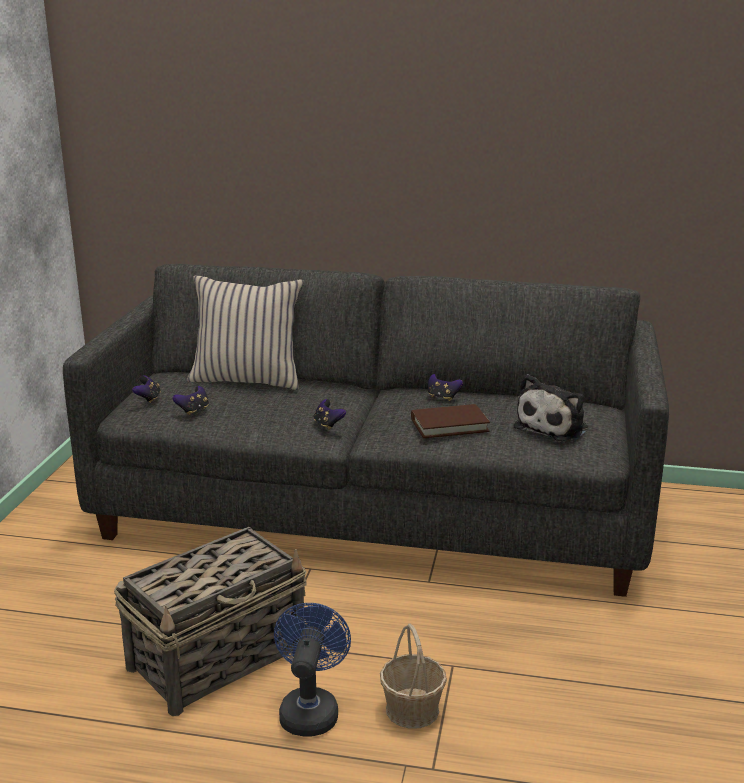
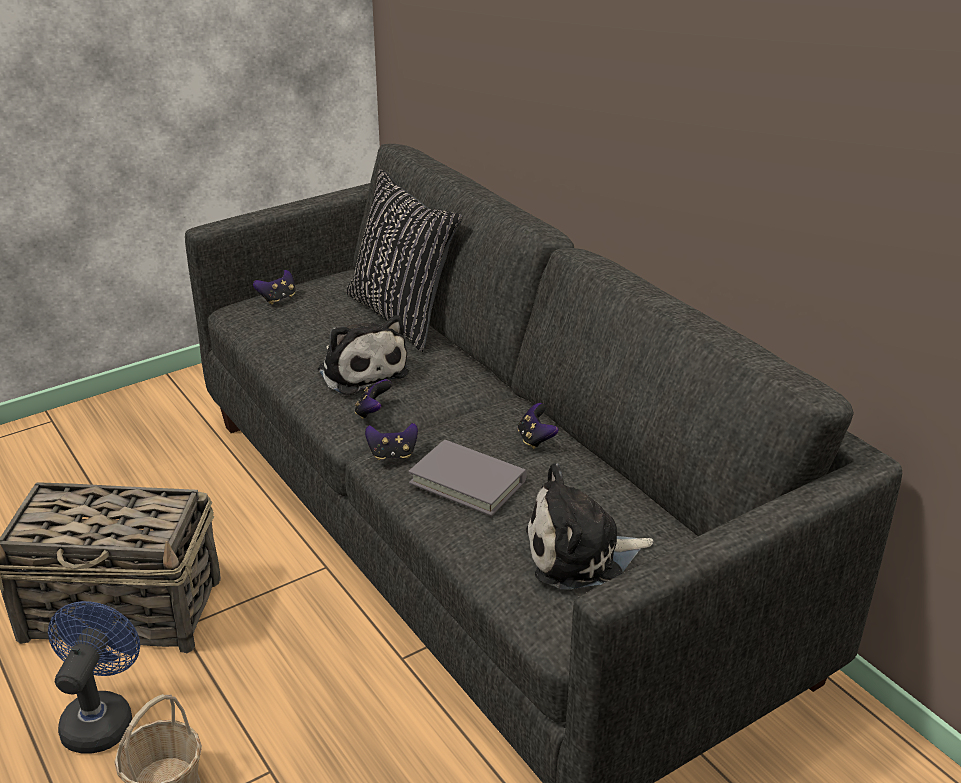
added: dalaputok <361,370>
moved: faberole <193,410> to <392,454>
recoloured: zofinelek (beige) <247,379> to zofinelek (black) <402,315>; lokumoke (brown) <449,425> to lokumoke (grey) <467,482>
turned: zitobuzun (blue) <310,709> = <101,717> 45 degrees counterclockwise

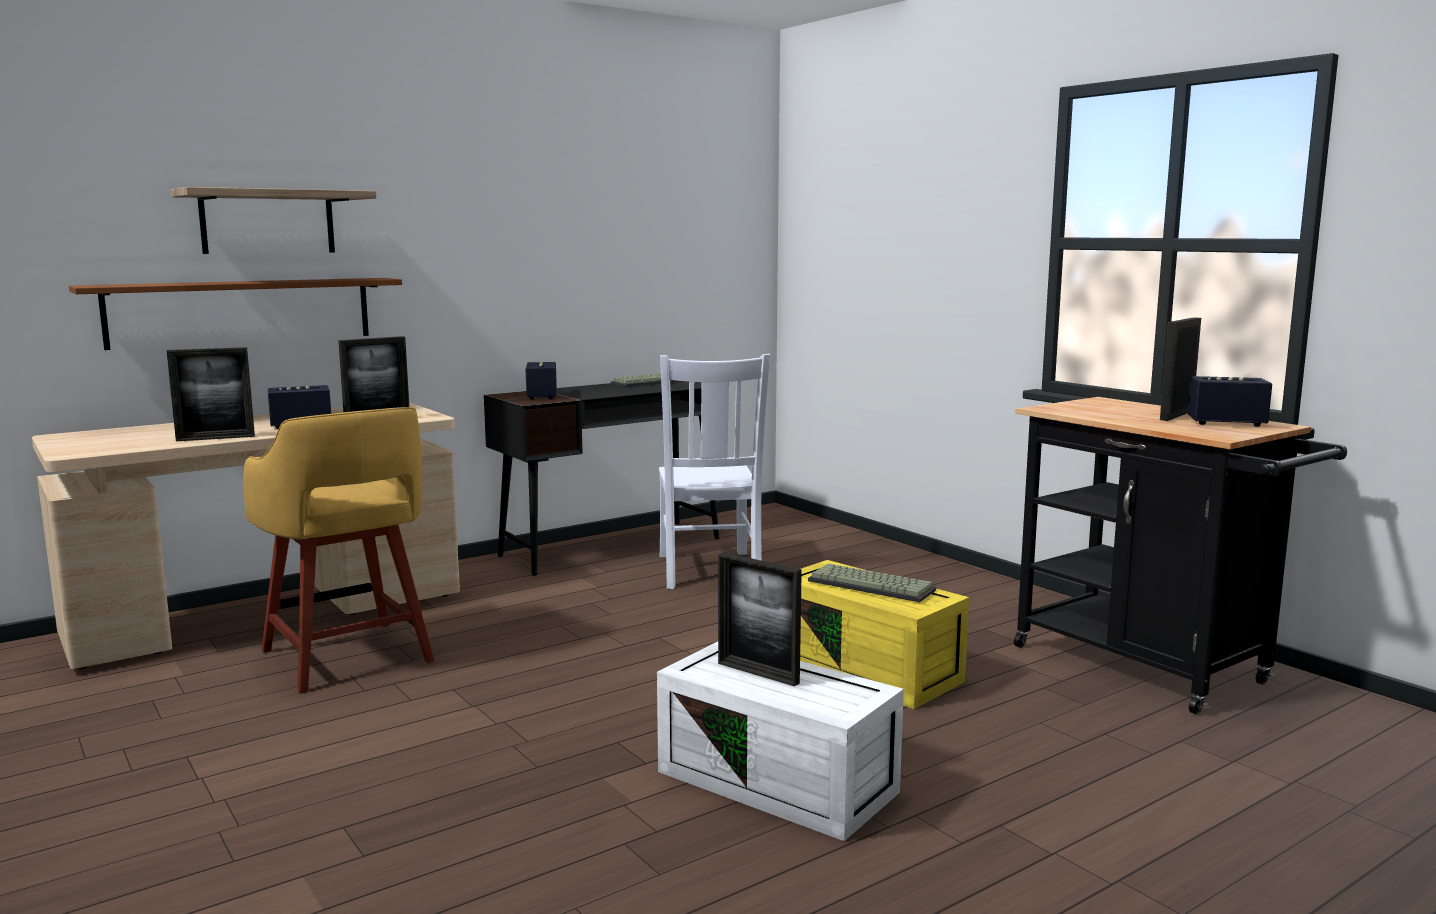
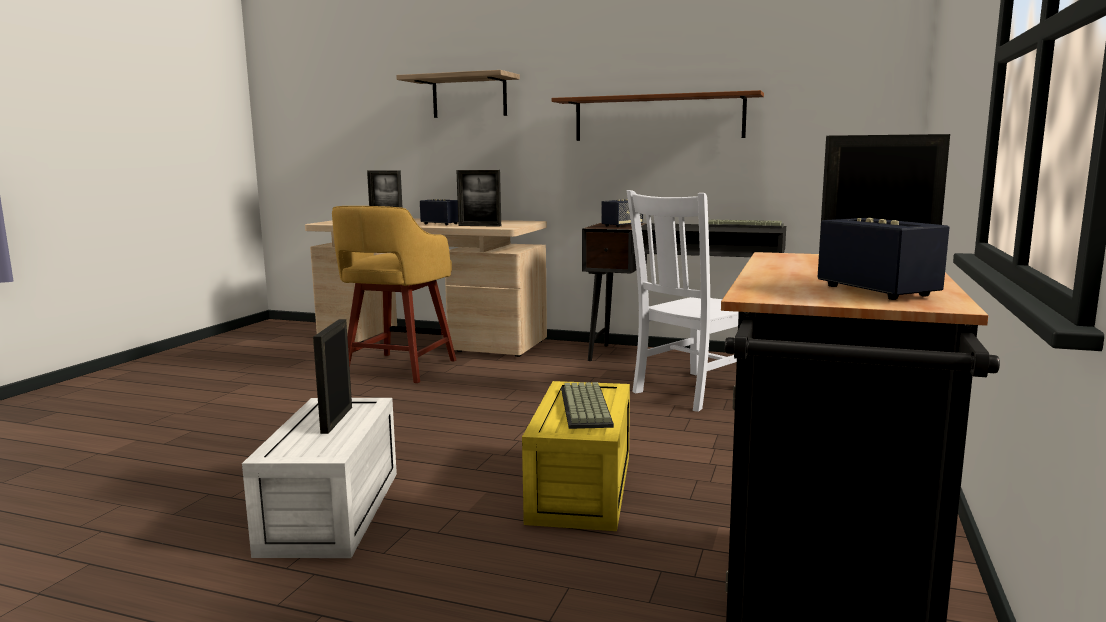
moved: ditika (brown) <242,312> to <658,118>

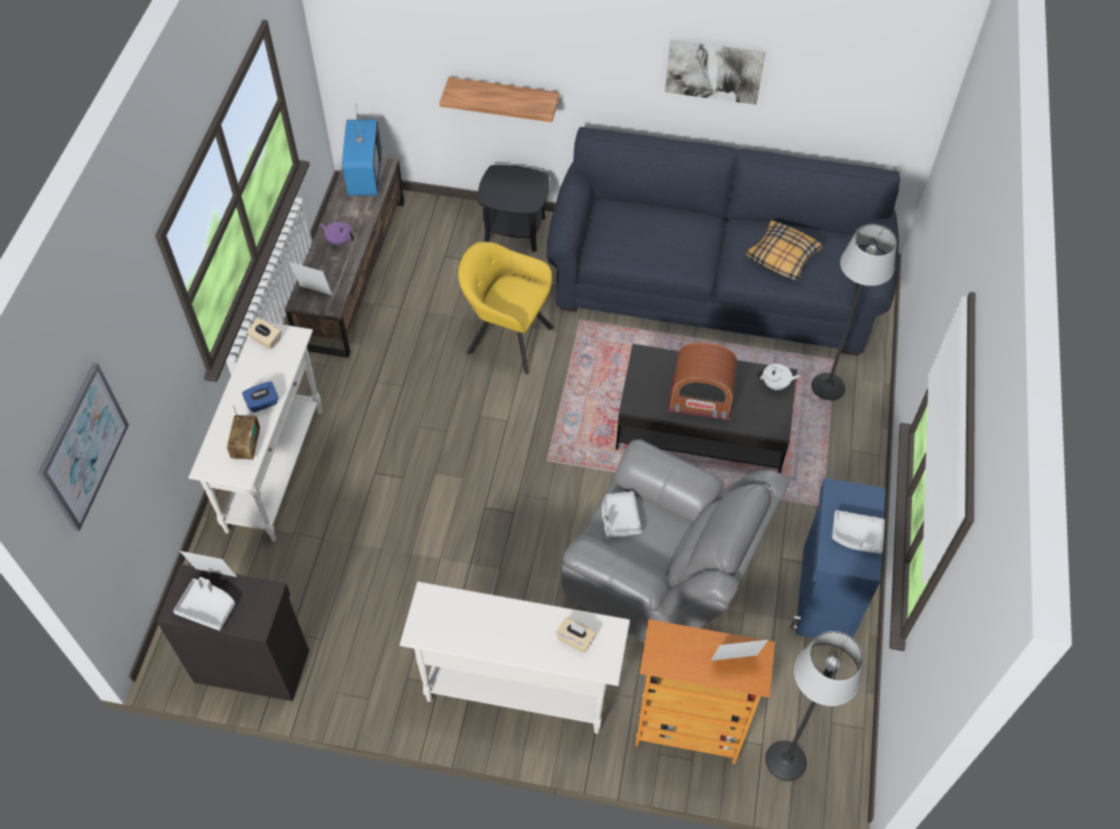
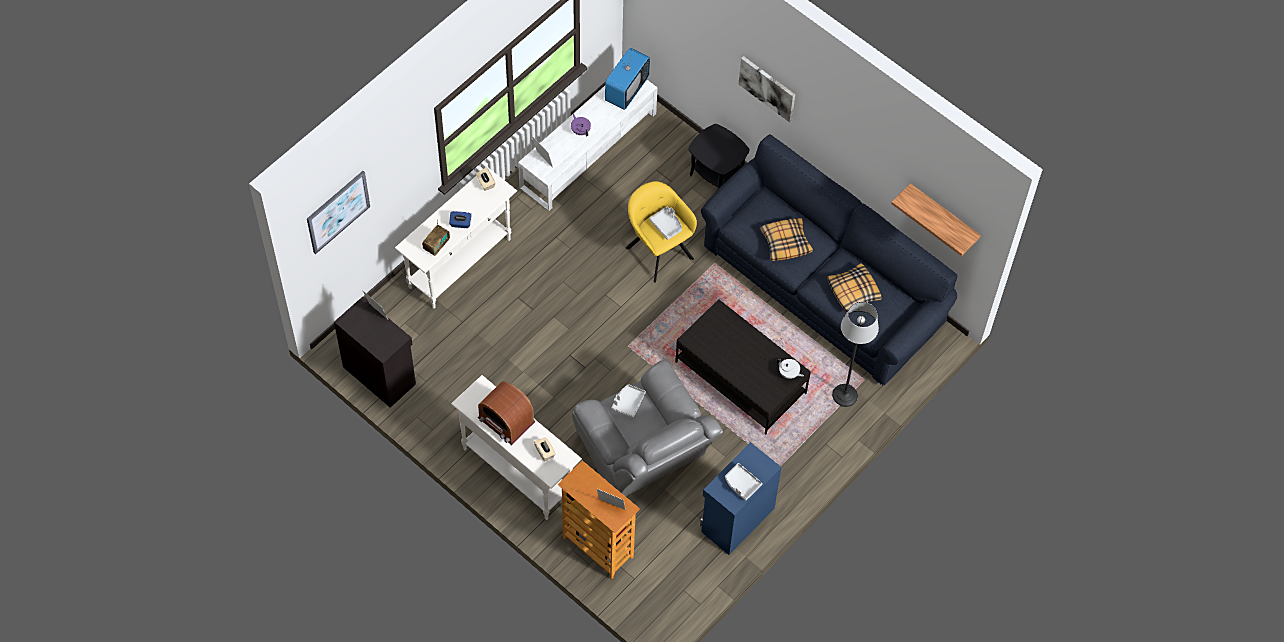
removed: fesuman <786,761>
added: zofinelek <785,242>
moved: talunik <701,397> to <506,420>; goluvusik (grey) <207,607> to <667,225>; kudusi <714,70> to <767,88>; ditika <504,97> to <943,216>
recoloured: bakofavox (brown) <353,271> to bakofavox (white) <589,150>

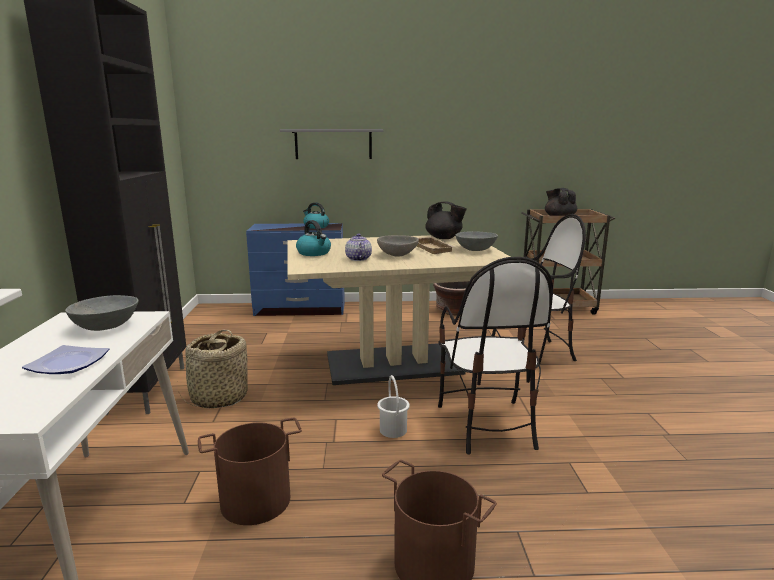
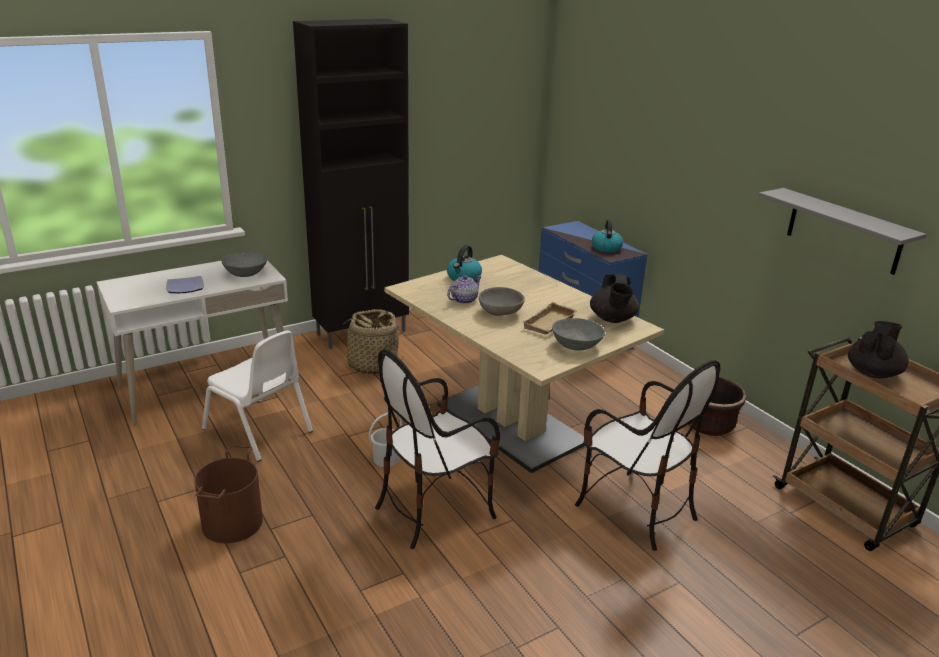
moved: ditika (grey) <333,144> to <843,231>
replaced: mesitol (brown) <256,501> to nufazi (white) <258,430>

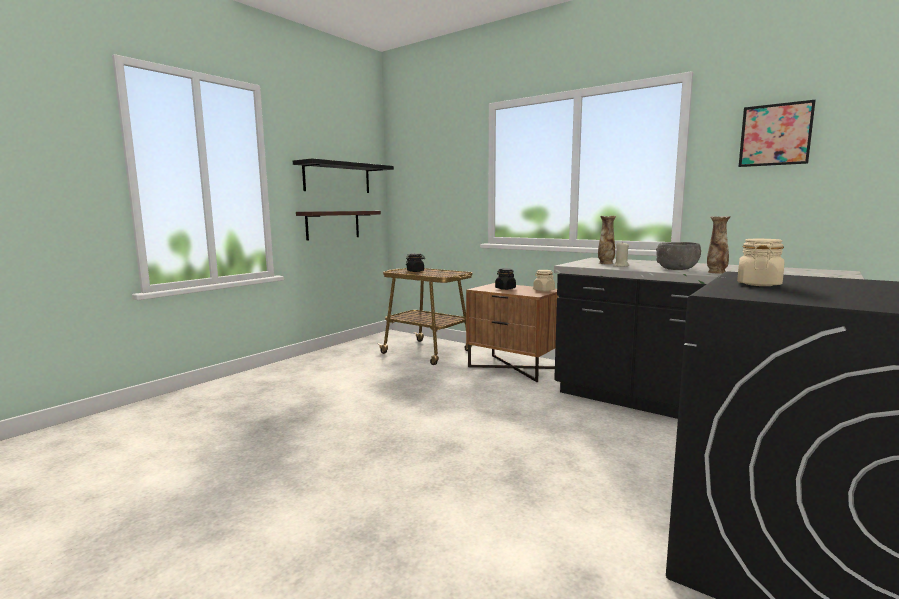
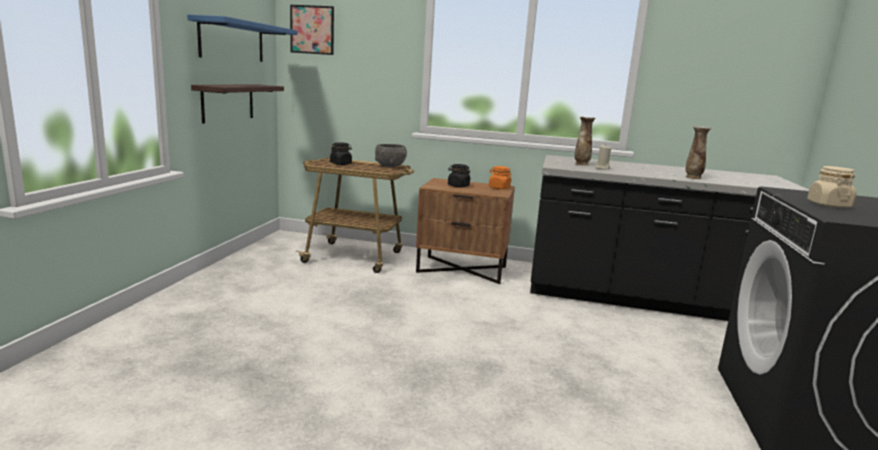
moved: kudusi <775,135> to <312,30>; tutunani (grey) <677,269> to <390,166>
recoloured: ditika (black) <337,178> to ditika (blue) <232,41>; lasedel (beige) <543,290> to lasedel (orange) <499,188>

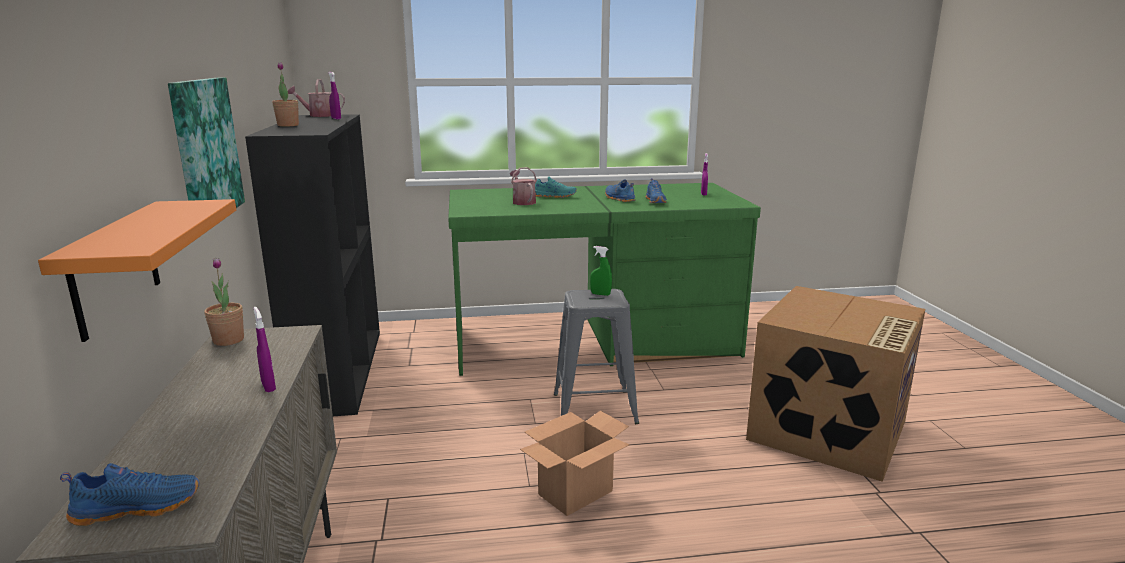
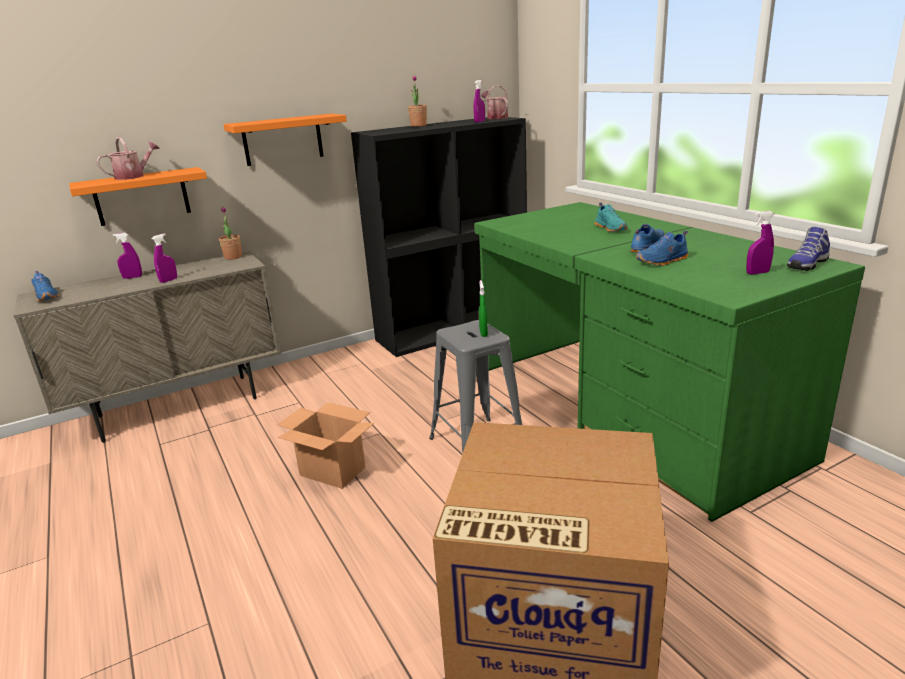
added: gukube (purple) <132,277>; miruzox <806,264>
moved: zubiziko <523,201> to <133,176>
replaced: kudusi <205,150> to ditika (orange) <282,140>

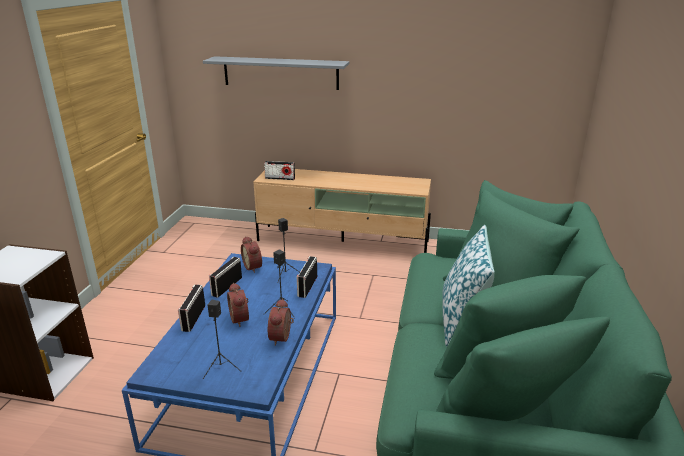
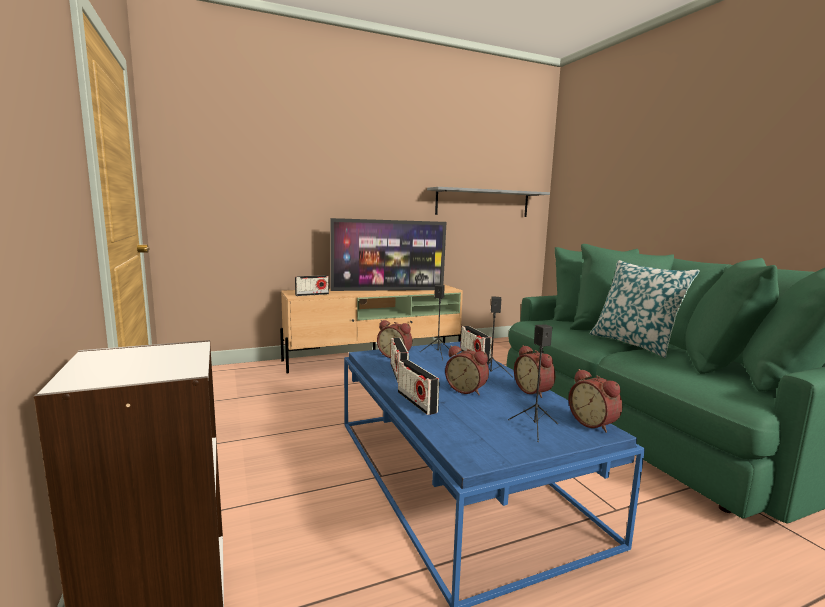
added: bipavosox <388,290>; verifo <594,423>
moved: ditika (grey) <280,73> to <483,203>

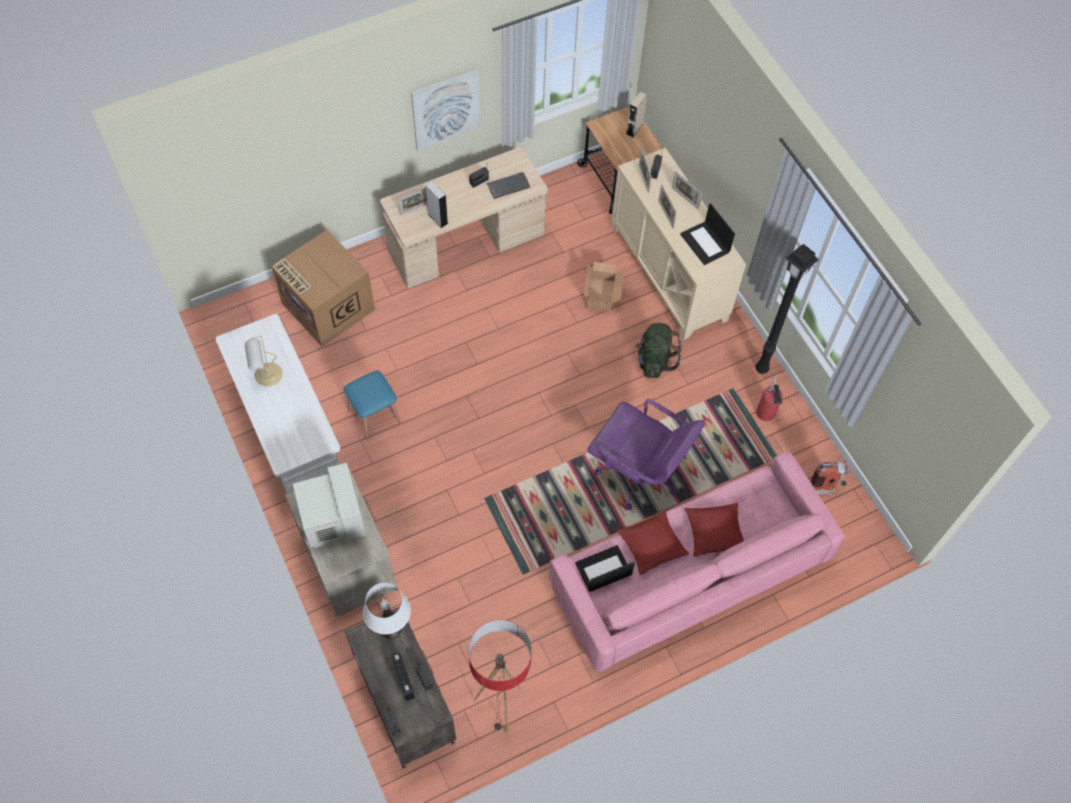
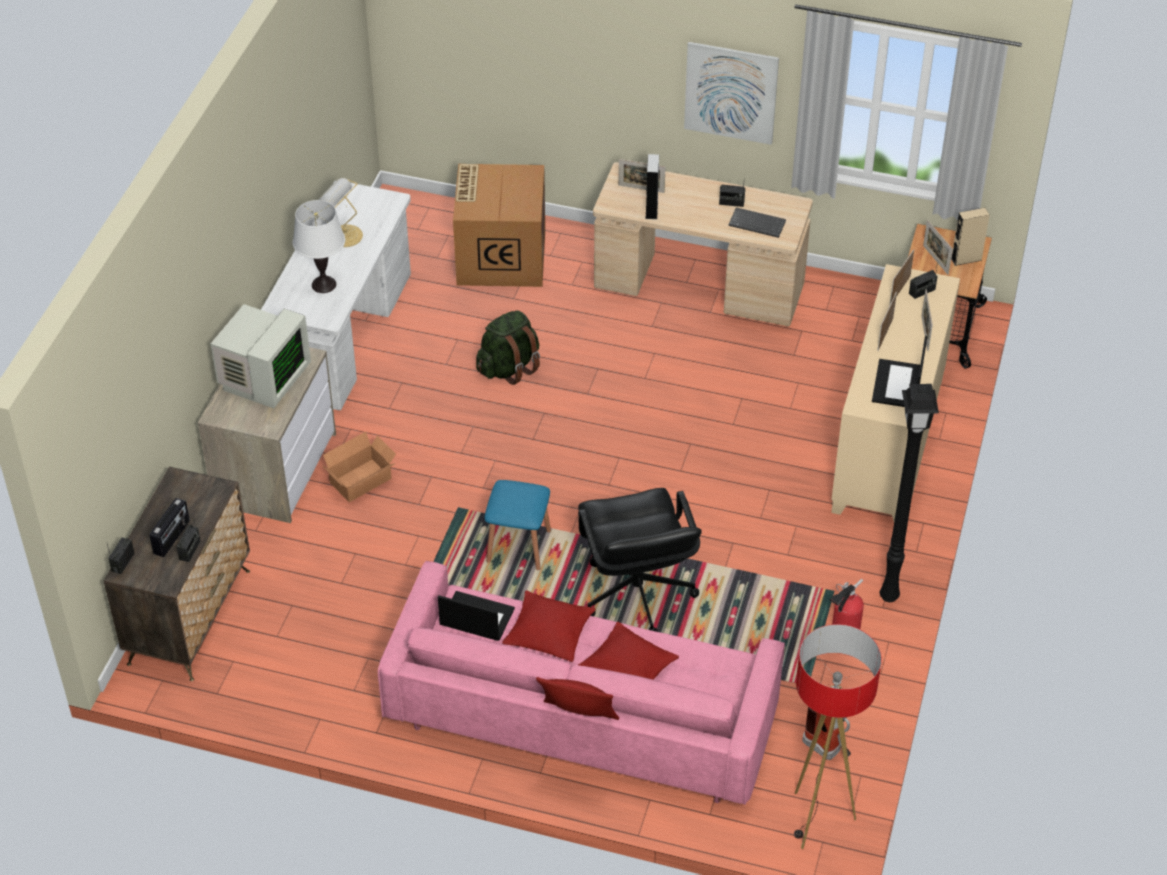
added: zofinelek (red) <578,718>; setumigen <935,260>
moved: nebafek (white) <391,628> to <323,285>; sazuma <602,294> to <363,481>; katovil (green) <654,360> to <509,367>; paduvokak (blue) <374,415> to <518,546>; fesuman <500,708> to <817,820>
recoloured: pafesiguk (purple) <638,473> to pafesiguk (black) <636,594>

